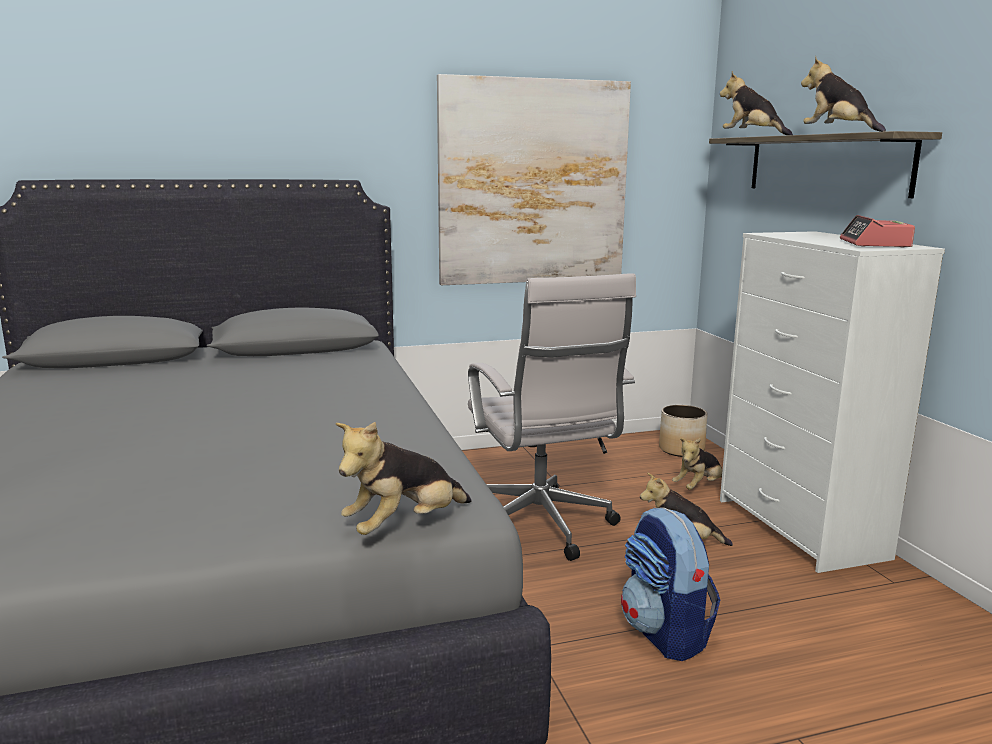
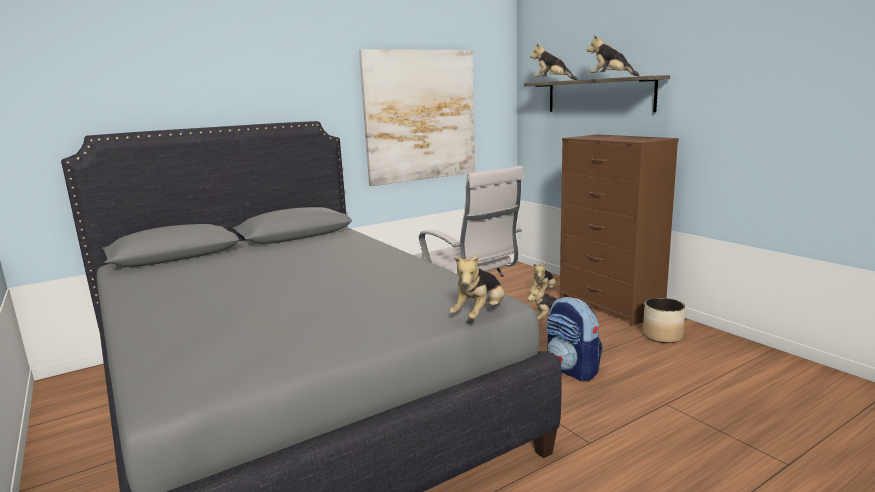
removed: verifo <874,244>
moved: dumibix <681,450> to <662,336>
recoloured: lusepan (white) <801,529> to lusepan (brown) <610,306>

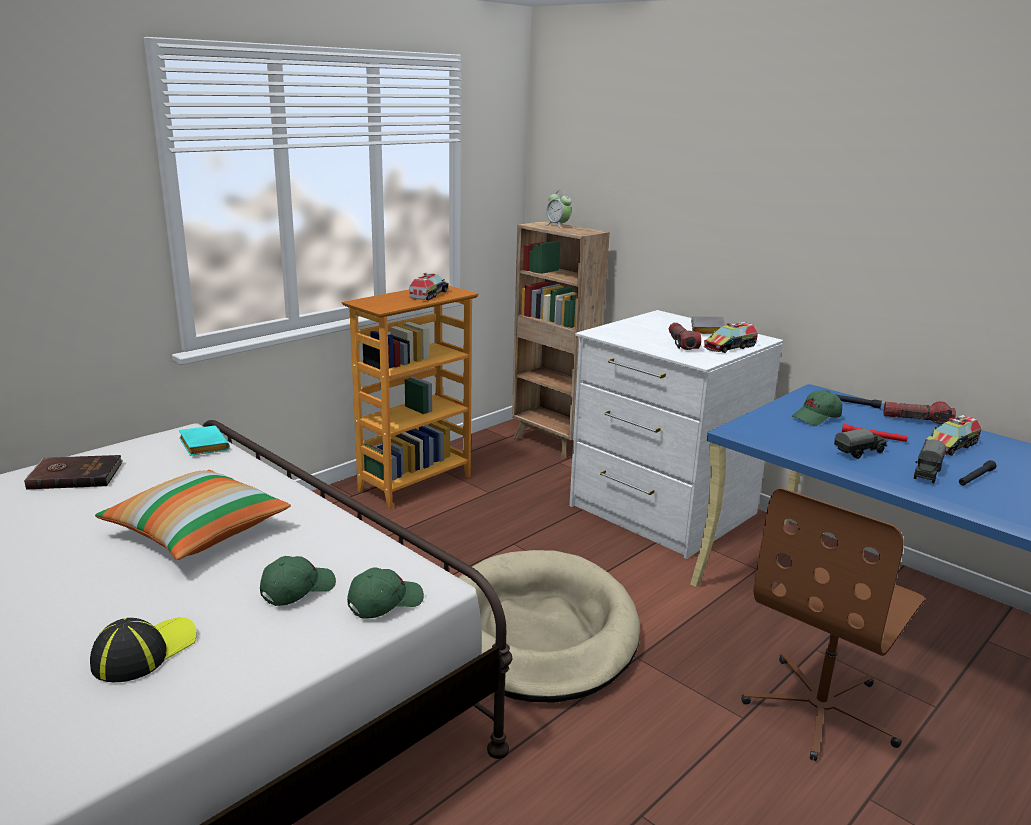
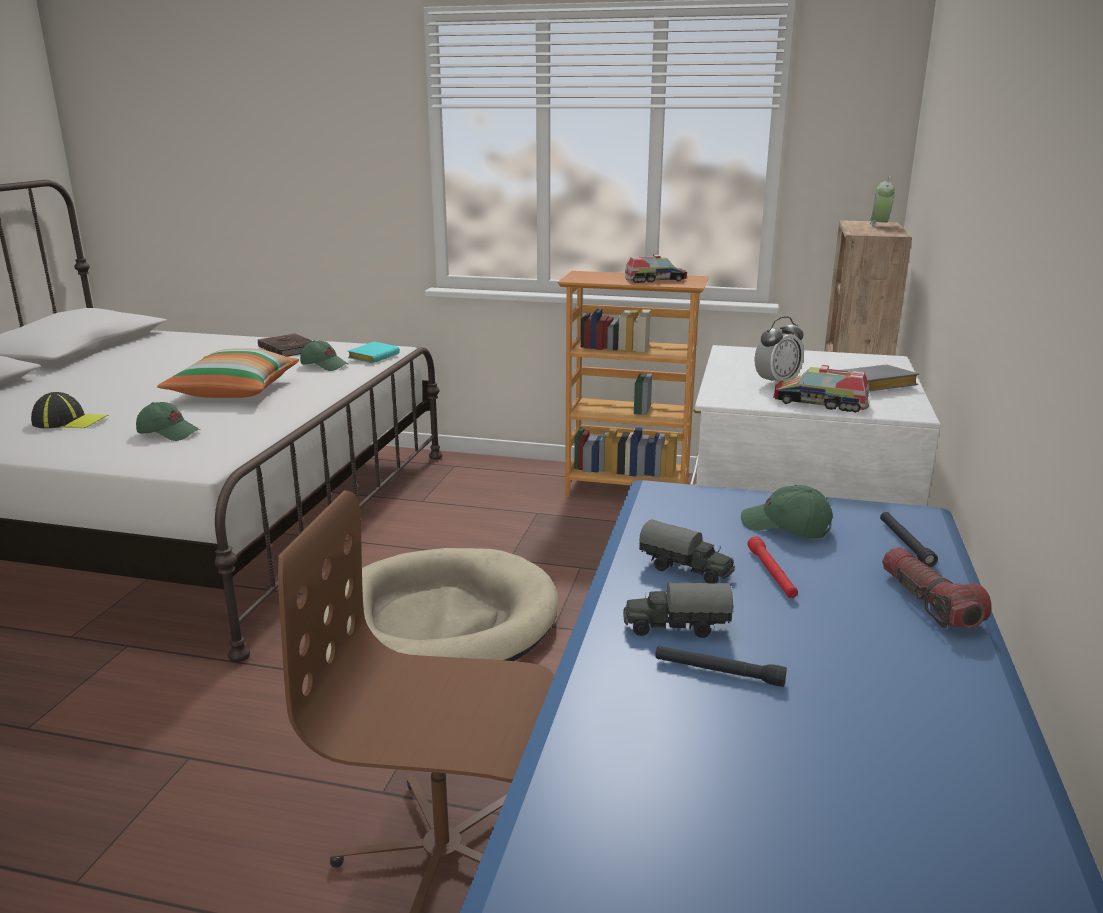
removed: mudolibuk <950,446>
moved: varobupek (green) <385,603> to <324,365>
replaced: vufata <681,343> to verifo <776,383>

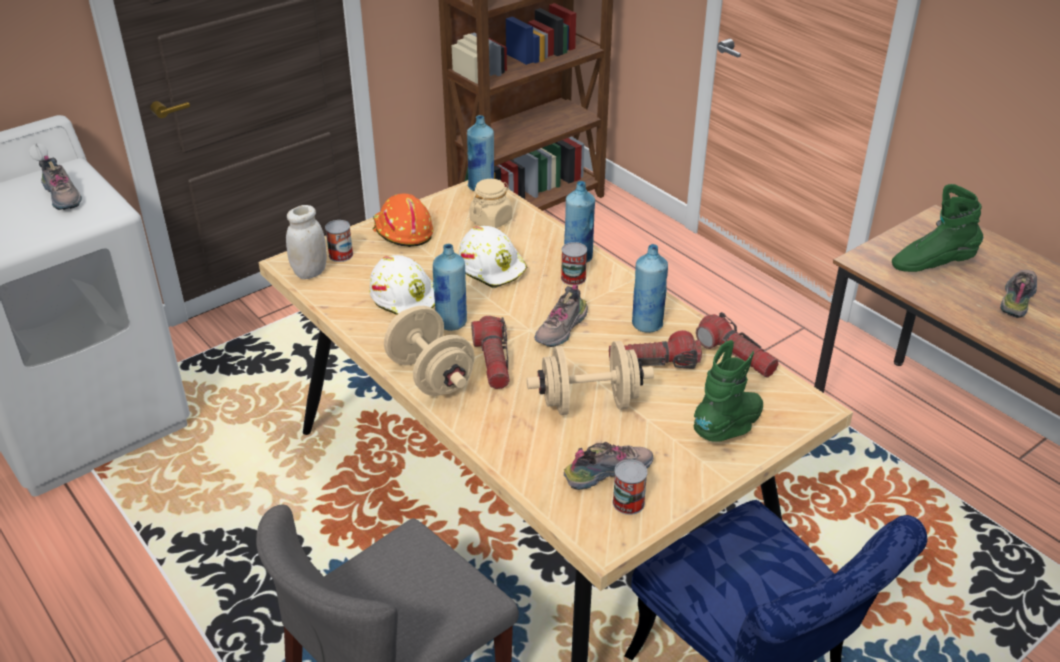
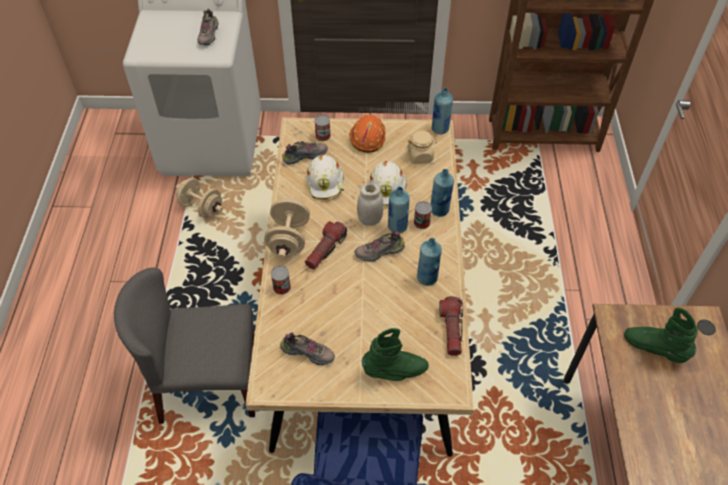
removed: vufata <653,363>
moved: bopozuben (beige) <589,403> to <201,207>; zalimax <628,502> to <282,287>; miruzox <1016,298> to <305,156>; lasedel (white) <310,272> to <370,220>; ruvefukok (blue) <451,323> to <397,227>

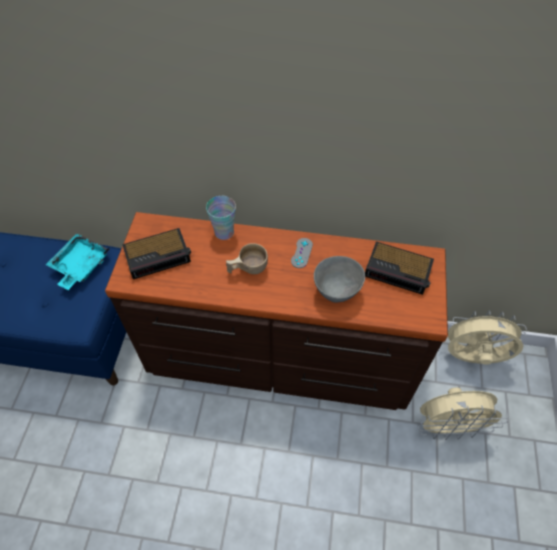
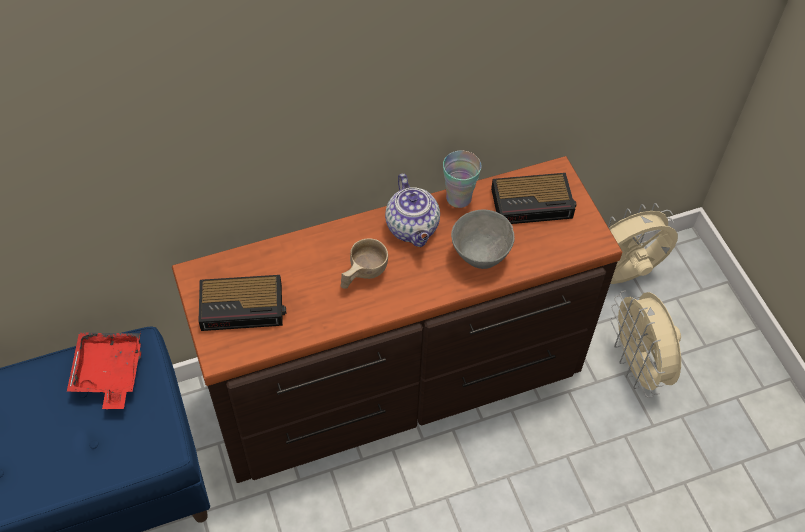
moved: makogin <224,232> to <458,198>
replaced: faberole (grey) <301,253> to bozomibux <413,228>
recoloured: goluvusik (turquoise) <80,266> to goluvusik (red) <109,373>
turned: verifo <159,256> = <244,307> 45 degrees clockwise; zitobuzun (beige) <449,427> = <638,367> 105 degrees clockwise

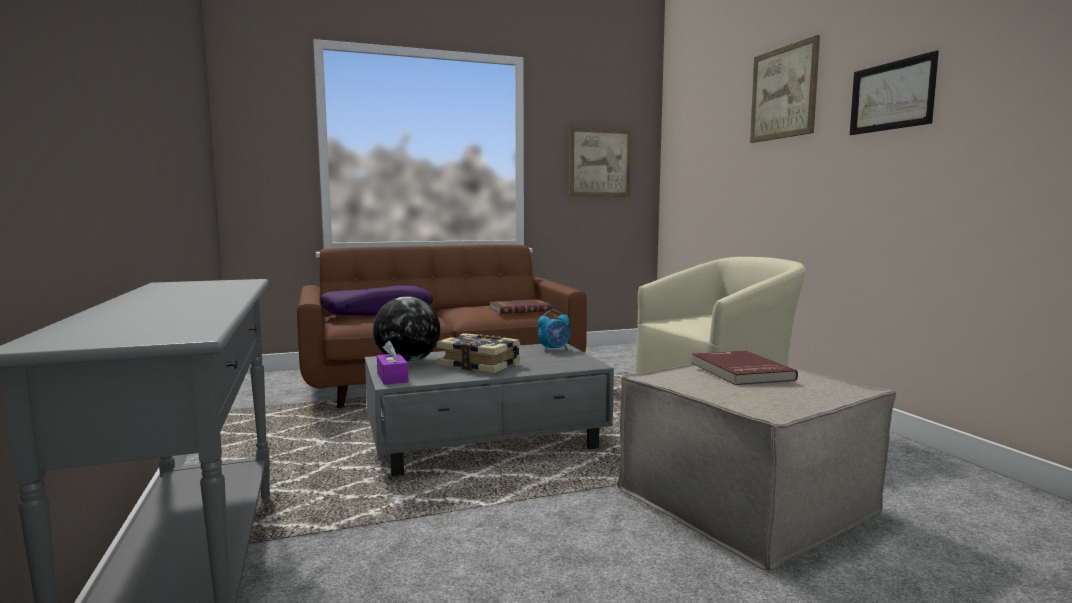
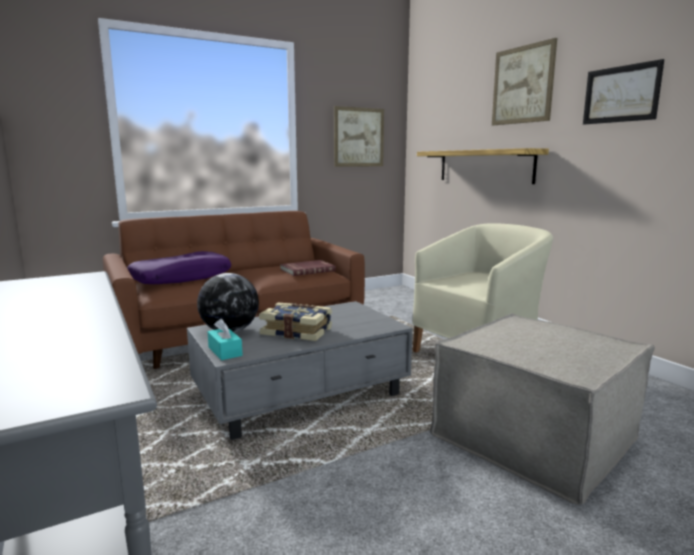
removed: verifo <554,349>; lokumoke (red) <739,371>
added: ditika <484,166>
recoloured: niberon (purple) <392,377> to niberon (turquoise) <225,351>

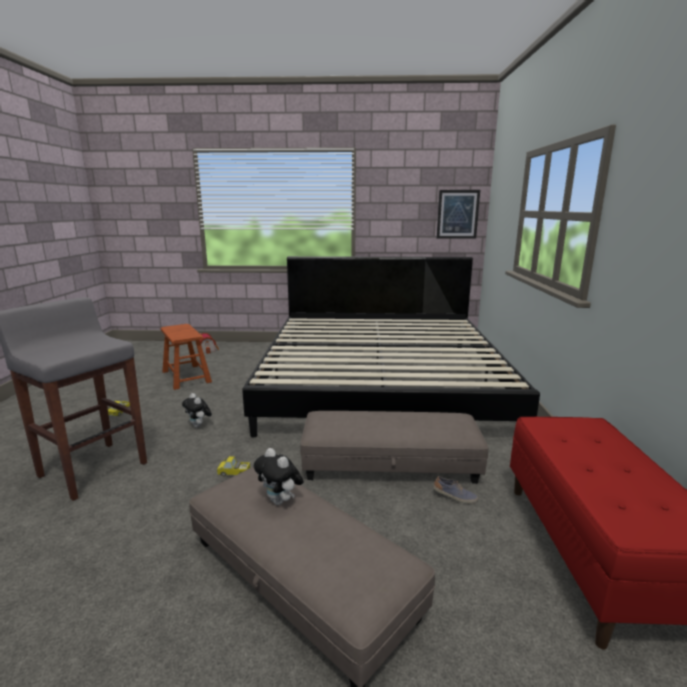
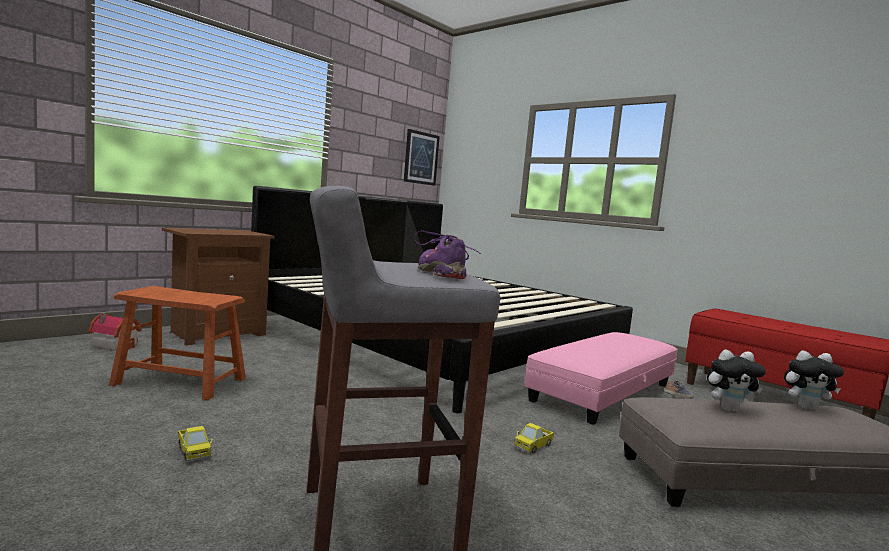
added: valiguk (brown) <216,333>; miruzox (purple) <442,273>
moved: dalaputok <199,426> to <806,407>
recoloured: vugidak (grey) <390,464> to vugidak (pink) <603,392>

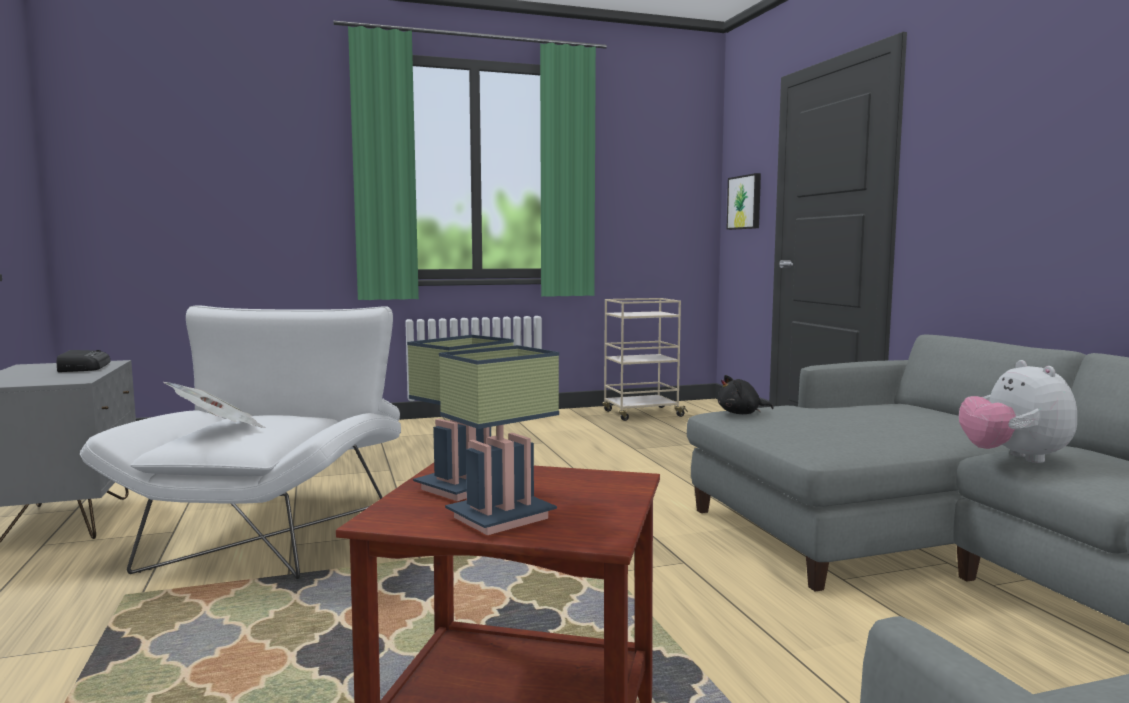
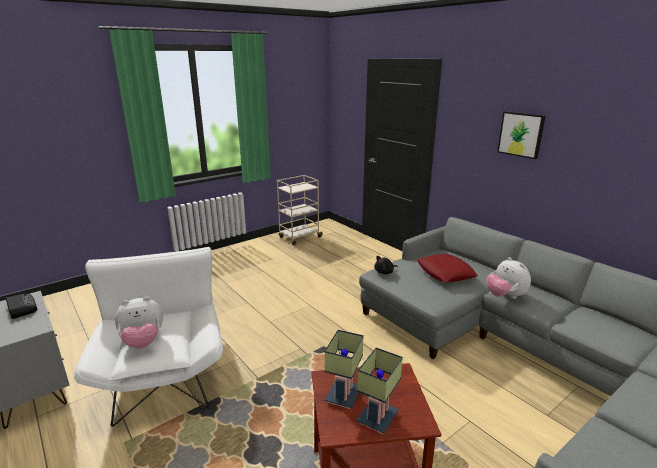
added: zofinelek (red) <445,273>
moved: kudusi <745,202> to <521,134>
replaced: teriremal <218,429> to dalaputok <143,342>

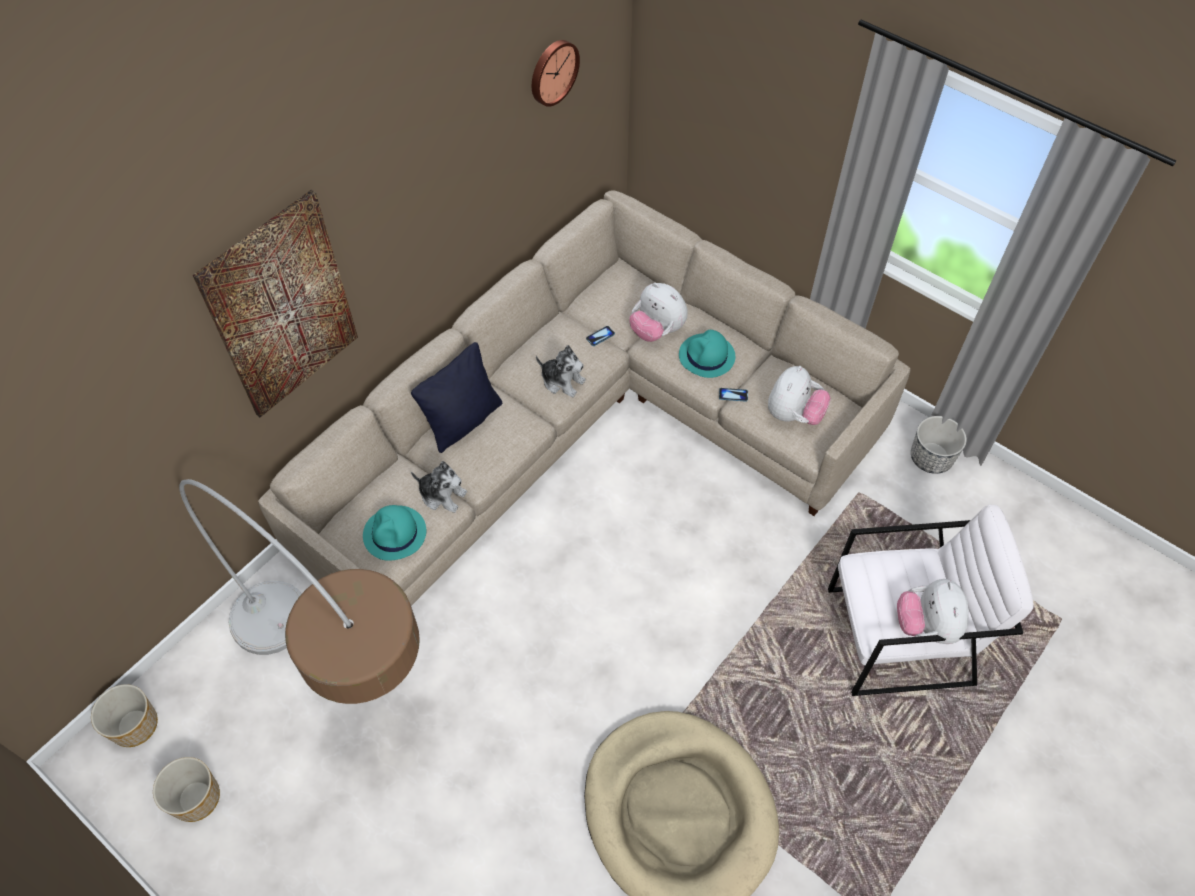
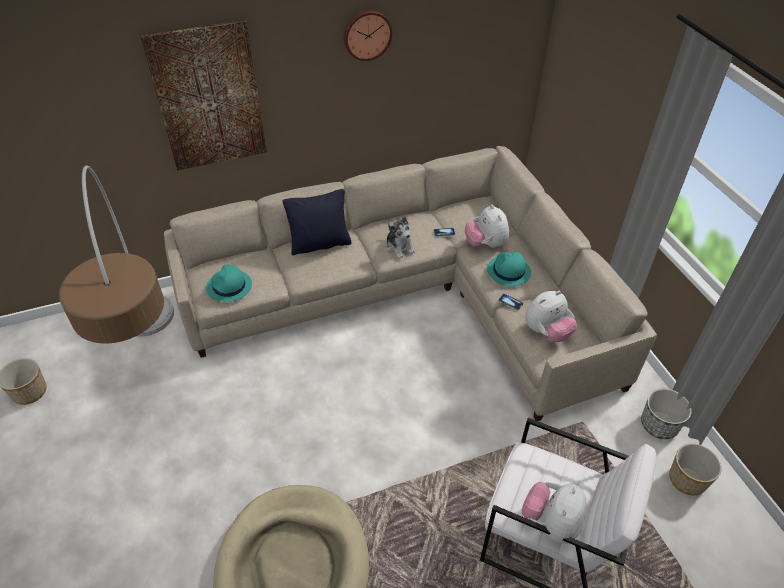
removed: dalaputok <442,495>
moved: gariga <552,72> to <367,34>; dumibix <135,724> to <687,479>

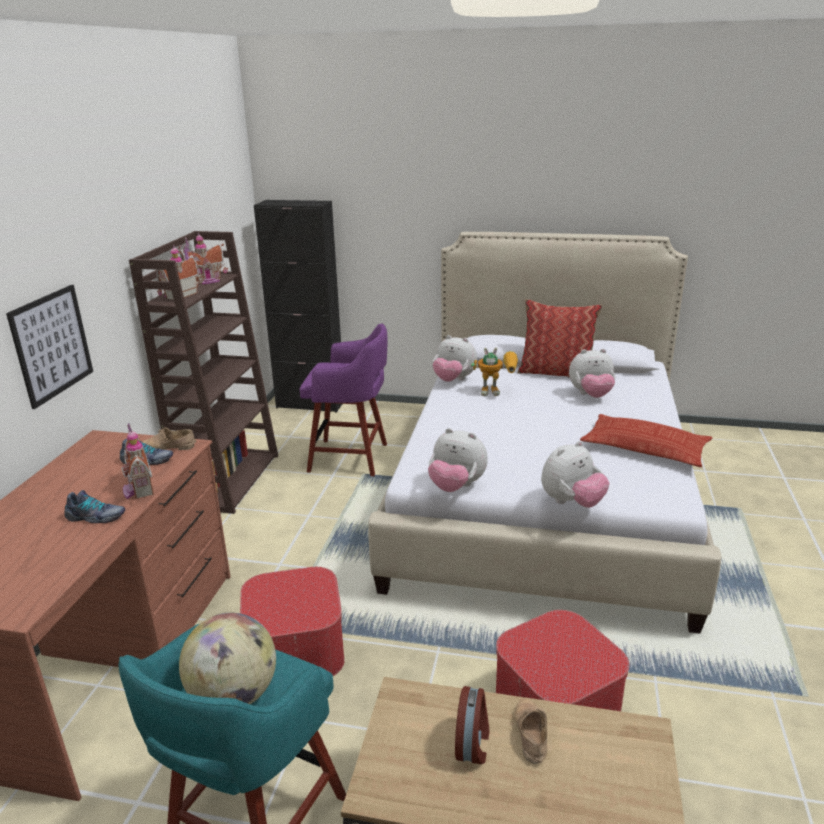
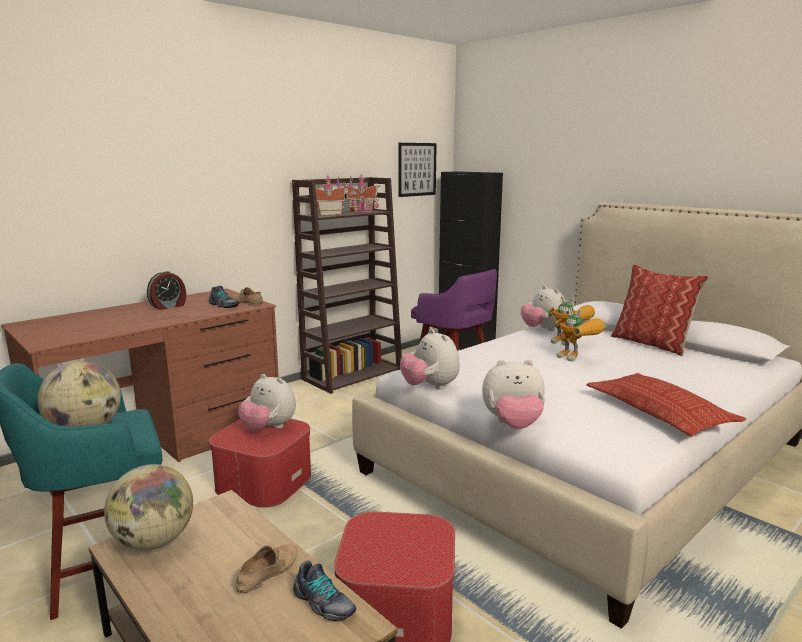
removed: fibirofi <138,489>
added: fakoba <154,541>; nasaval <577,359>
moved: verifo <473,743> to <168,306>; dalaputok <591,395> to <269,428>; miruzox <95,517> to <323,604>; kudusi <52,345> to <417,169>

